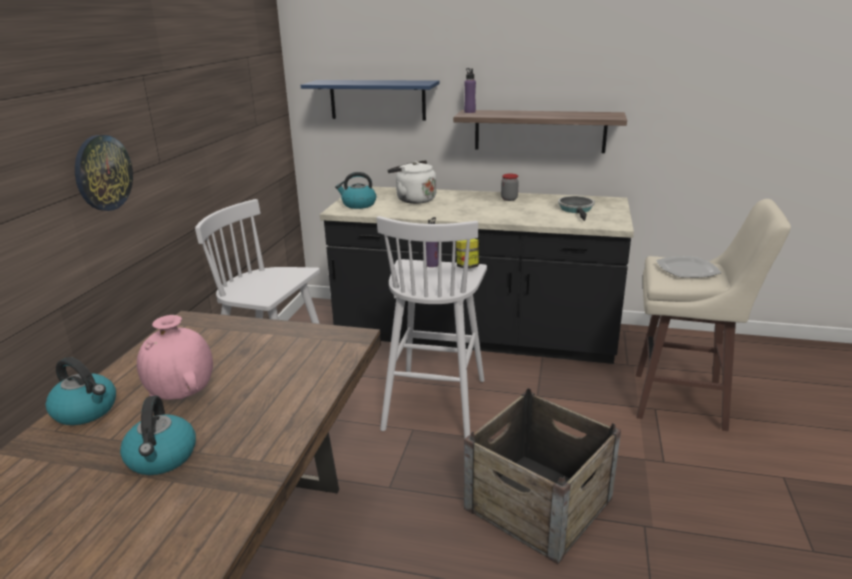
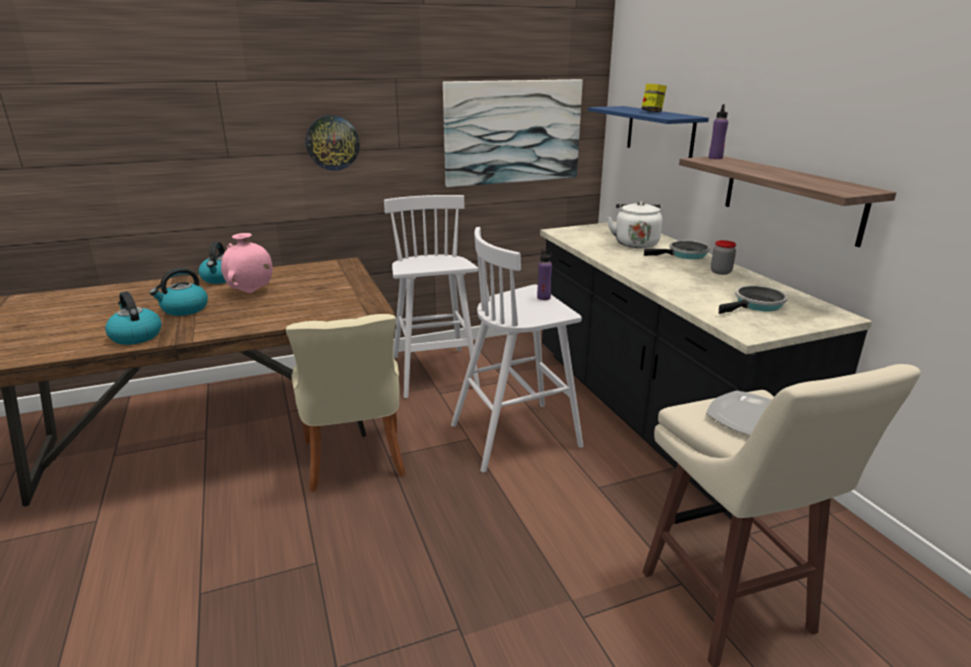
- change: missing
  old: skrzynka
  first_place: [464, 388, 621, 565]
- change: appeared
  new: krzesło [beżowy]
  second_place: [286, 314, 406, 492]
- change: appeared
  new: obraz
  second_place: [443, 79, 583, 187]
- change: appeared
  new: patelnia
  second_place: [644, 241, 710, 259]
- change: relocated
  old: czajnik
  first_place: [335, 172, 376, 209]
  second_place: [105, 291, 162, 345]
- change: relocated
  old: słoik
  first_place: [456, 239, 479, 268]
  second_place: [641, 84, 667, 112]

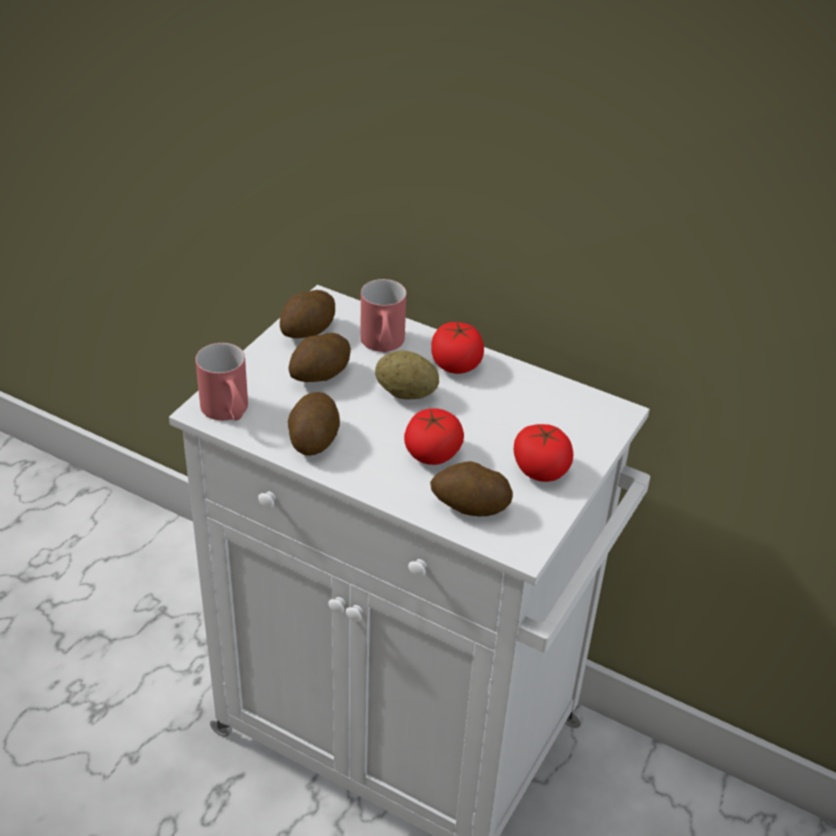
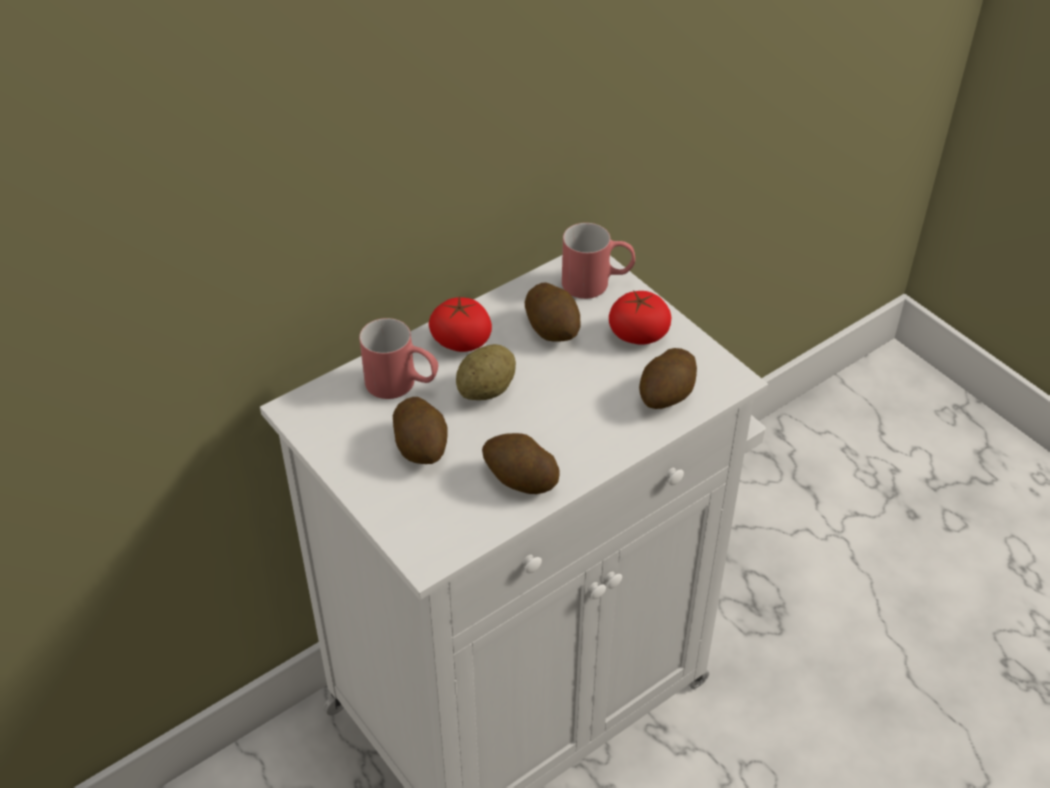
- change: missing
  old: pomidor
  first_place: [404, 408, 464, 465]
- change: relocated
  old: kubek [czerwony]
  first_place: [195, 343, 248, 421]
  second_place: [562, 223, 635, 299]
- change: relocated
  old: ziemniak
  first_place: [280, 290, 335, 338]
  second_place: [525, 283, 580, 342]

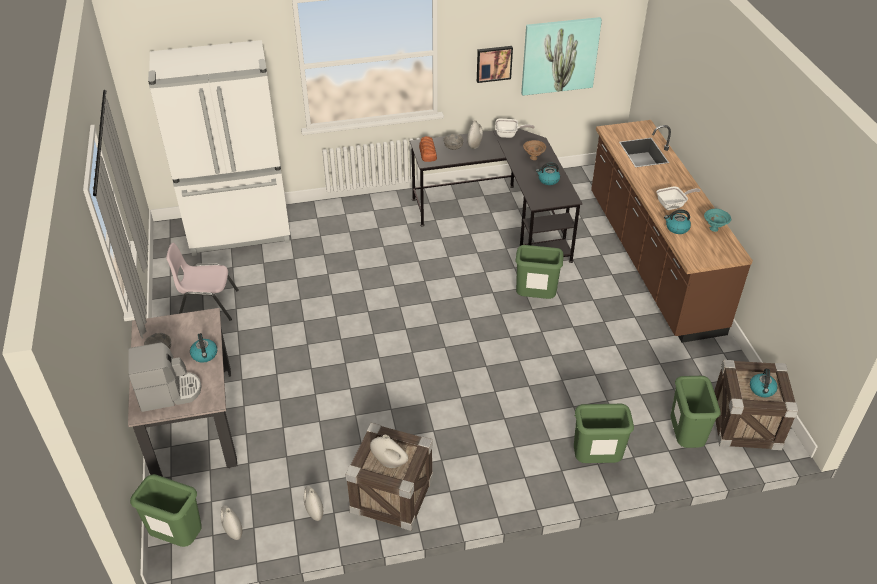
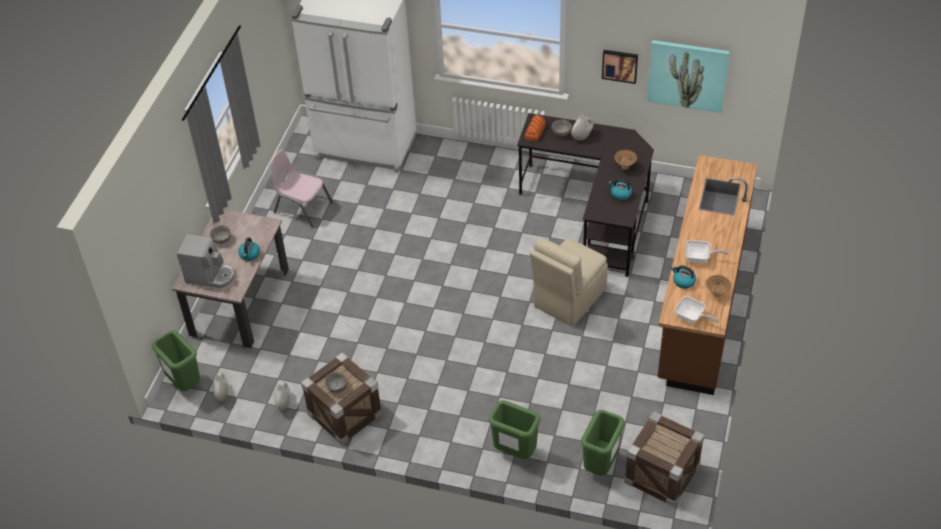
- change: missing
  old: czajnik
  first_place: [750, 369, 778, 397]
- change: relocated
  old: patelnia
  first_place: [495, 119, 535, 138]
  second_place: [675, 296, 720, 323]
- change: exchanged
  old: wazon [biały]
  new: miska [szary]
  first_place: [370, 435, 408, 468]
  second_place: [325, 372, 347, 393]
- change: exchanged
  old: kosz na śmieci [zielony]
  new: krzesło [beżowy]
  first_place: [515, 245, 564, 299]
  second_place: [530, 238, 608, 327]
- change: colour
  old: miska [turkusowy]
  new: miska [brązowy]
  first_place: [704, 209, 731, 232]
  second_place: [705, 275, 731, 297]

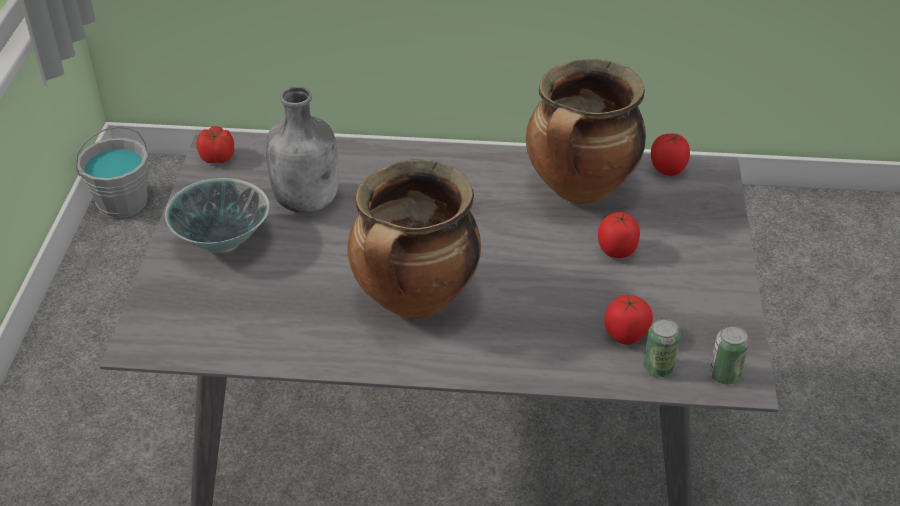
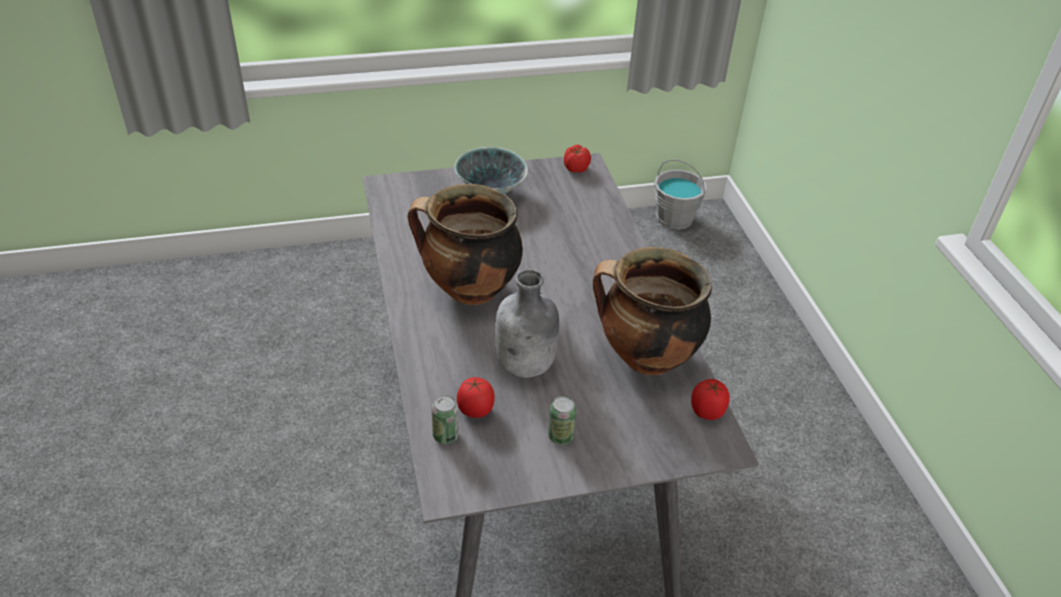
- change: missing
  old: pomidor
  first_place: [598, 212, 640, 258]
- change: relocated
  old: butelka [szary]
  first_place: [266, 87, 339, 213]
  second_place: [495, 269, 559, 378]
- change: relocated
  old: puszka
  first_place: [709, 325, 749, 385]
  second_place: [548, 396, 577, 445]

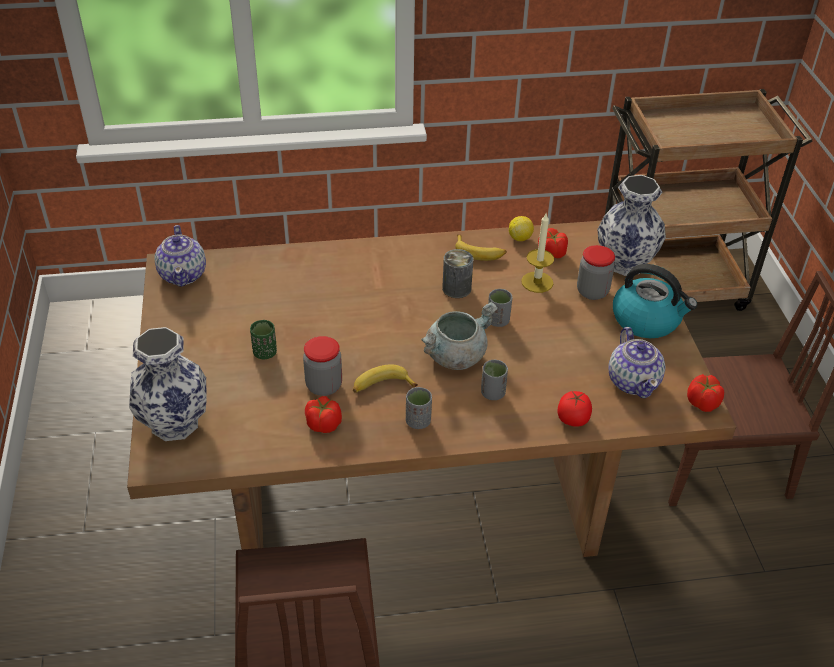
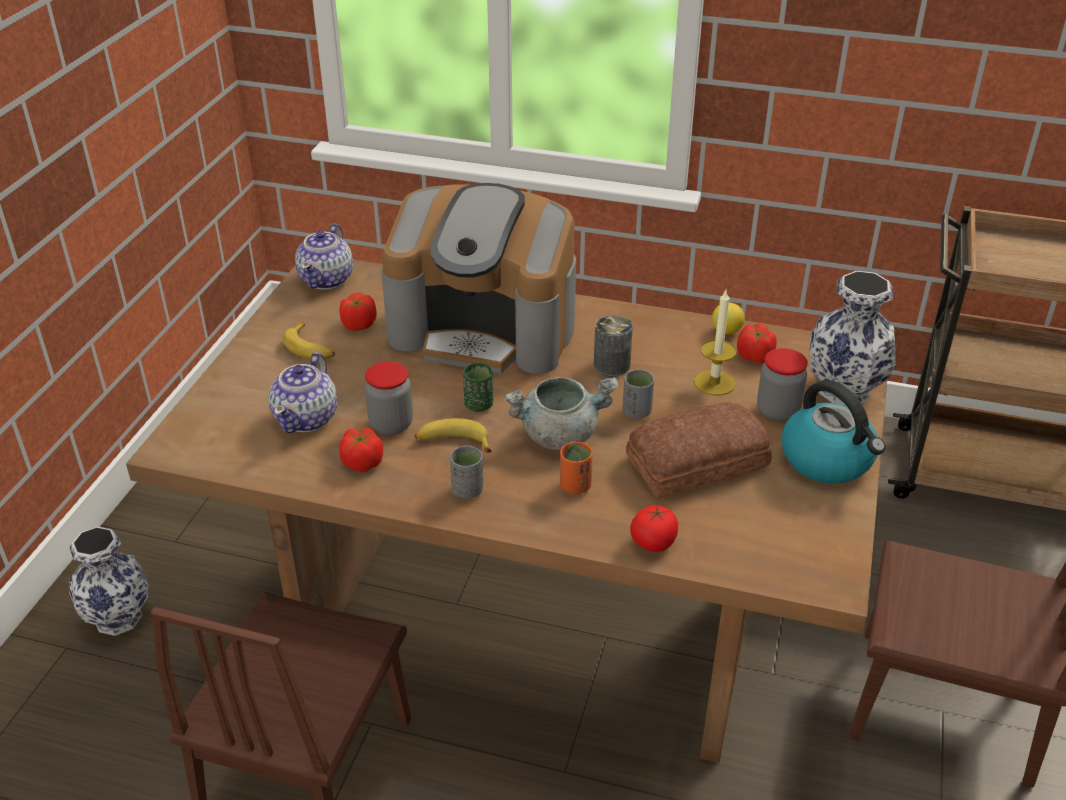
- change: appeared
  new: ekspres do kawy
  second_place: [381, 183, 576, 374]
- change: appeared
  new: chleb
  second_place: [626, 403, 772, 498]
- change: relocated
  old: wazon
  first_place: [129, 327, 207, 441]
  second_place: [69, 527, 149, 636]
- change: relocated
  old: filiżanka [zielony]
  first_place: [250, 320, 277, 360]
  second_place: [463, 363, 493, 412]
- change: relocated
  old: banan
  first_place: [455, 234, 507, 261]
  second_place: [283, 322, 335, 361]
- change: relocated
  old: imbryk
  first_place: [608, 327, 666, 398]
  second_place: [269, 352, 337, 433]
- change: relocated
  old: pomidor
  first_place: [687, 374, 724, 412]
  second_place: [339, 293, 377, 331]
- change: colour
  old: filiżanka [szary]
  new: filiżanka [pomarańczowy]
  first_place: [481, 360, 508, 400]
  second_place: [560, 442, 593, 494]

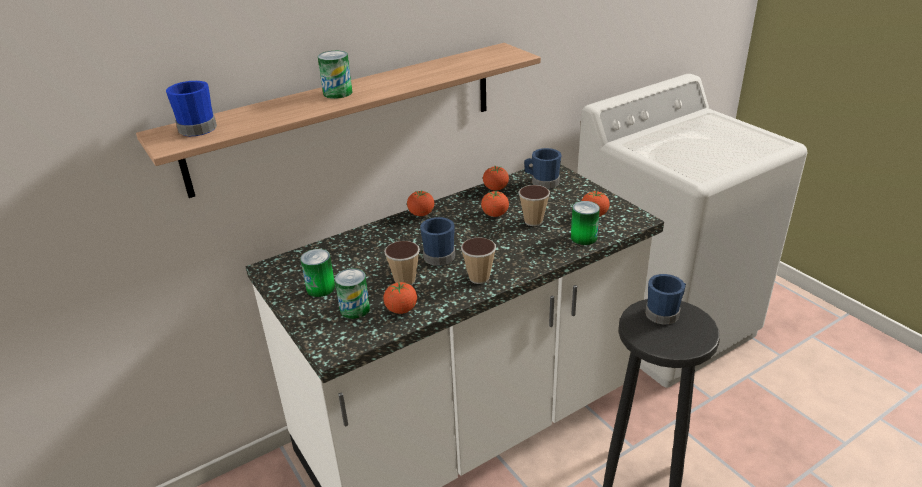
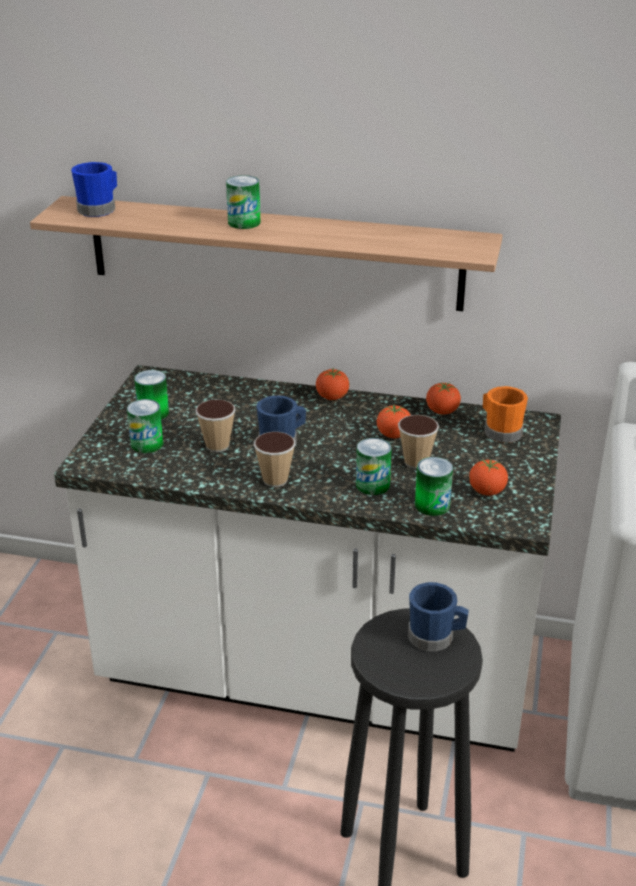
- change: missing
  old: pomidor
  first_place: [384, 282, 417, 314]
- change: appeared
  new: puszka
  second_place: [356, 438, 392, 495]
- change: colour
  old: kubek [niebieski]
  new: kubek [pomarańczowy]
  first_place: [524, 148, 561, 189]
  second_place: [483, 386, 528, 443]

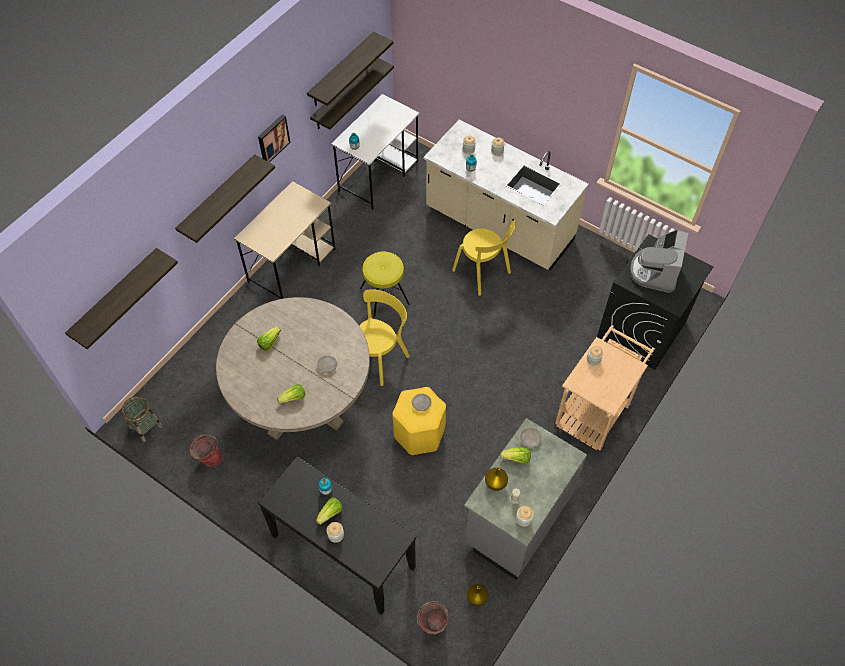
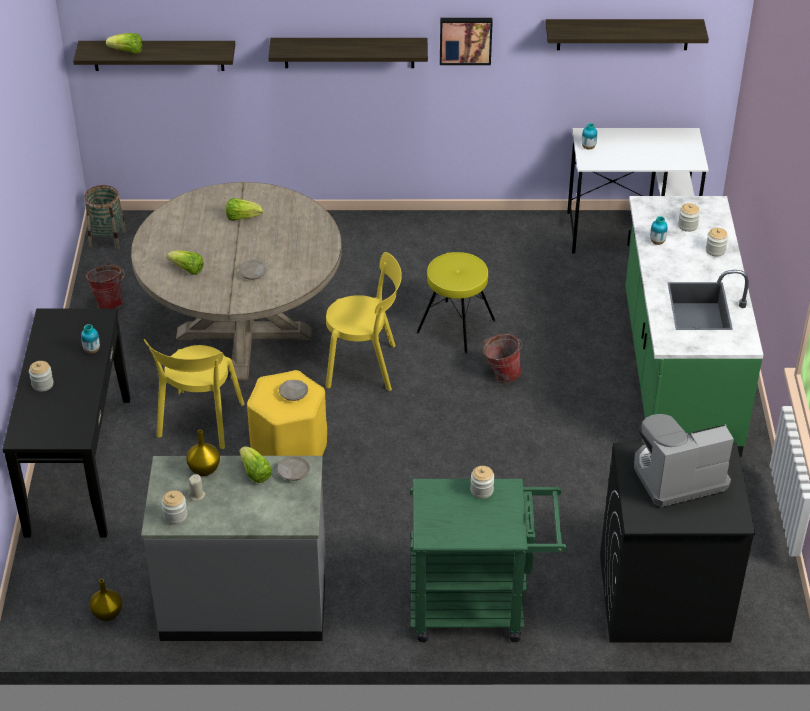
- change: missing
  old: biurko [beżowy]
  first_place: [234, 181, 335, 299]
- change: missing
  old: półka
  first_place: [310, 58, 394, 130]
- change: relocated
  old: sałata
  first_place: [316, 497, 343, 525]
  second_place: [106, 33, 143, 54]
- change: relocated
  old: wiadro
  first_place: [417, 601, 448, 634]
  second_place: [483, 334, 522, 383]
- change: relocated
  old: krzesło [żółty]
  first_place: [452, 220, 516, 296]
  second_place: [144, 339, 244, 449]
- change: colour
  old: zabudowa kuchenna [beżowy]
  new: zabudowa kuchenna [zielony]
  first_place: [424, 120, 589, 270]
  second_place: [625, 196, 763, 457]
- change: colour
  old: wózek [beżowy]
  new: wózek [zielony]
  first_place: [554, 325, 655, 452]
  second_place: [410, 479, 567, 642]

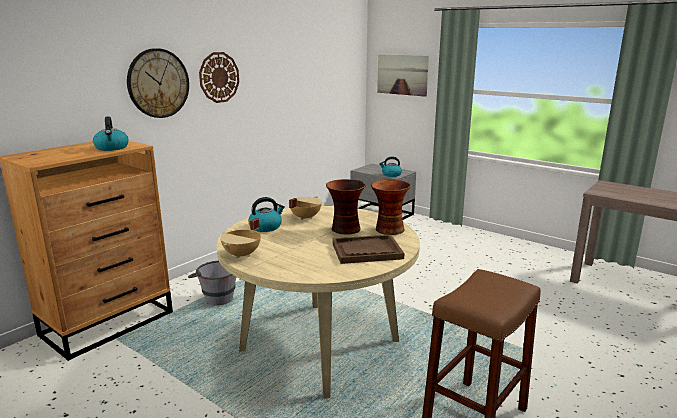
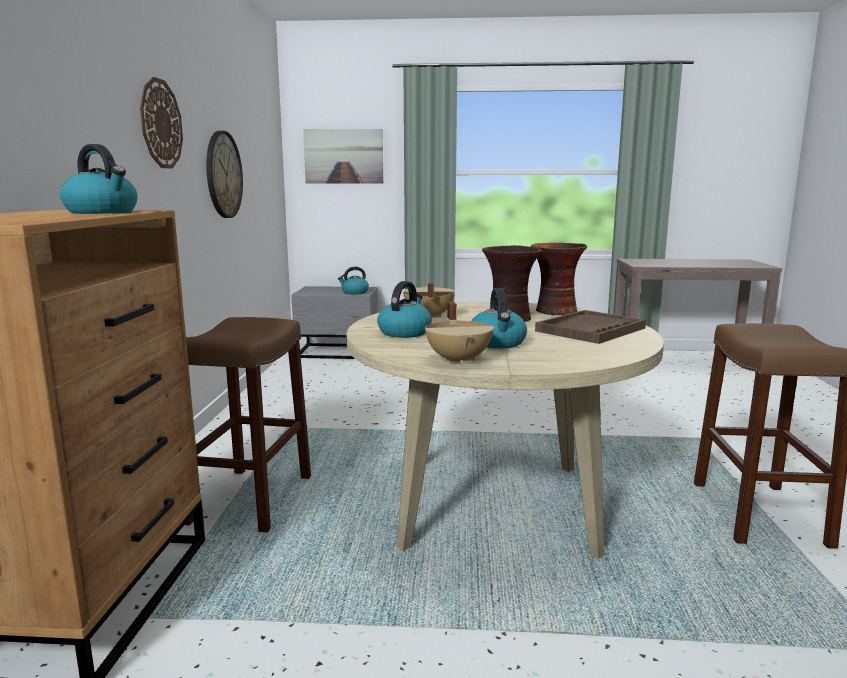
- change: appeared
  new: czajnik
  second_place: [471, 288, 527, 349]
- change: relocated
  old: zegar ścienny
  first_place: [127, 48, 189, 118]
  second_place: [206, 131, 243, 218]
- change: exchanged
  old: wiadro [szary]
  new: stołek [brązowy]
  first_place: [188, 261, 236, 306]
  second_place: [185, 317, 311, 532]

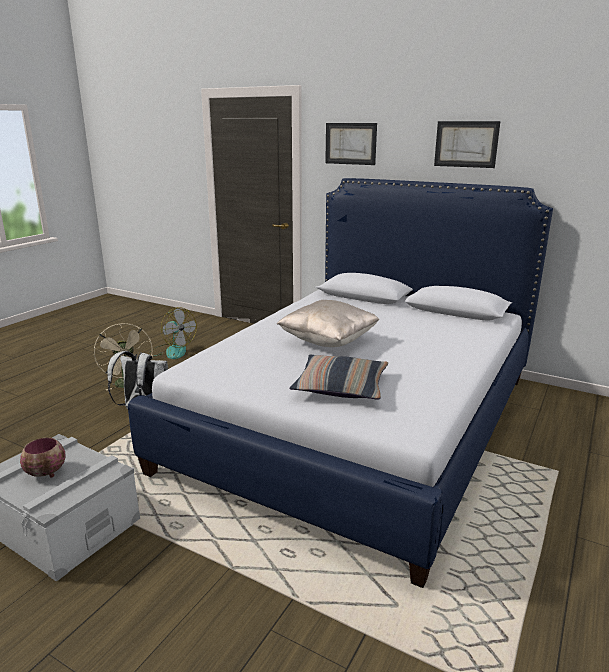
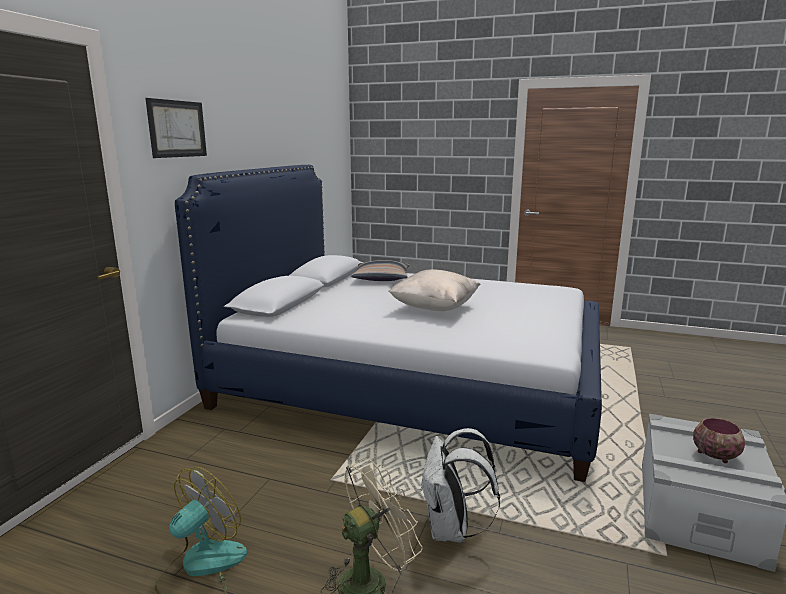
- change: missing
  old: obraz
  first_place: [434, 121, 501, 168]
- change: relocated
  old: poduszka
  first_place: [289, 355, 388, 400]
  second_place: [351, 260, 410, 281]

